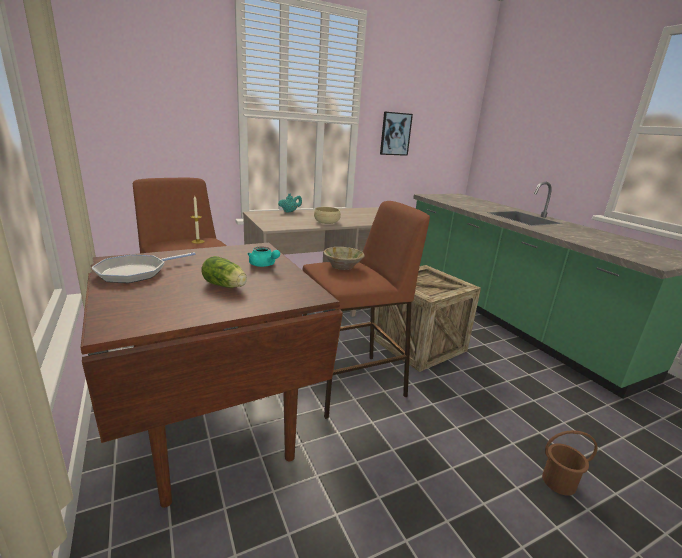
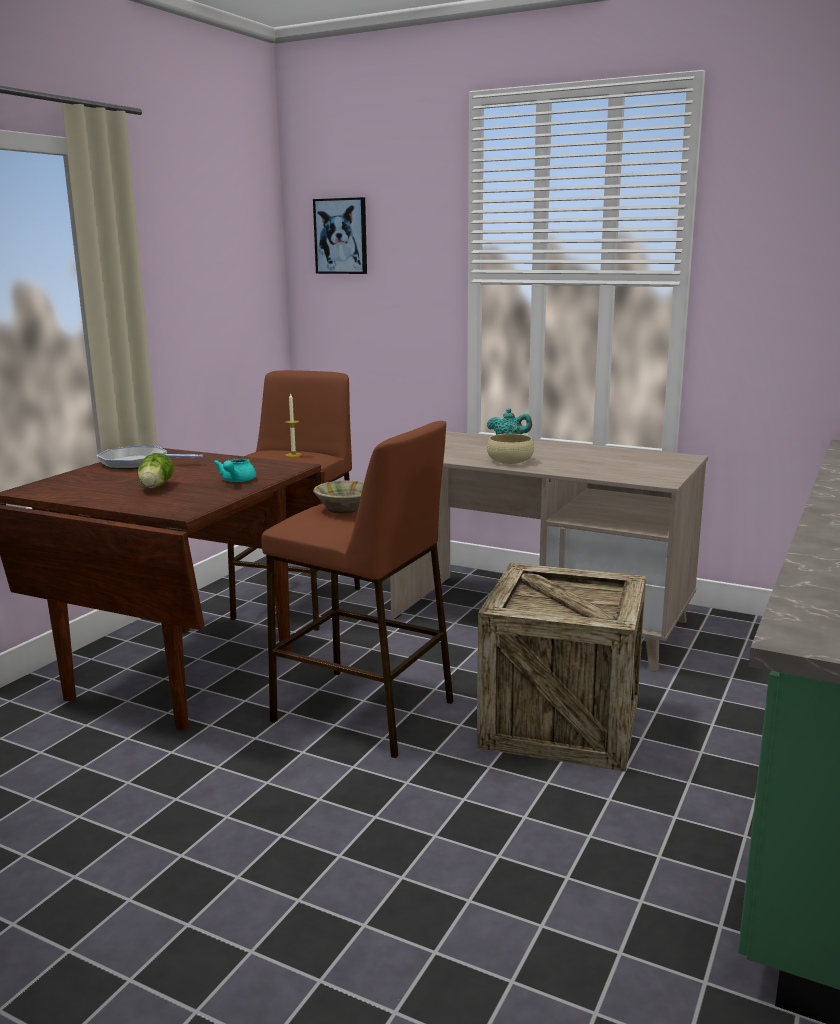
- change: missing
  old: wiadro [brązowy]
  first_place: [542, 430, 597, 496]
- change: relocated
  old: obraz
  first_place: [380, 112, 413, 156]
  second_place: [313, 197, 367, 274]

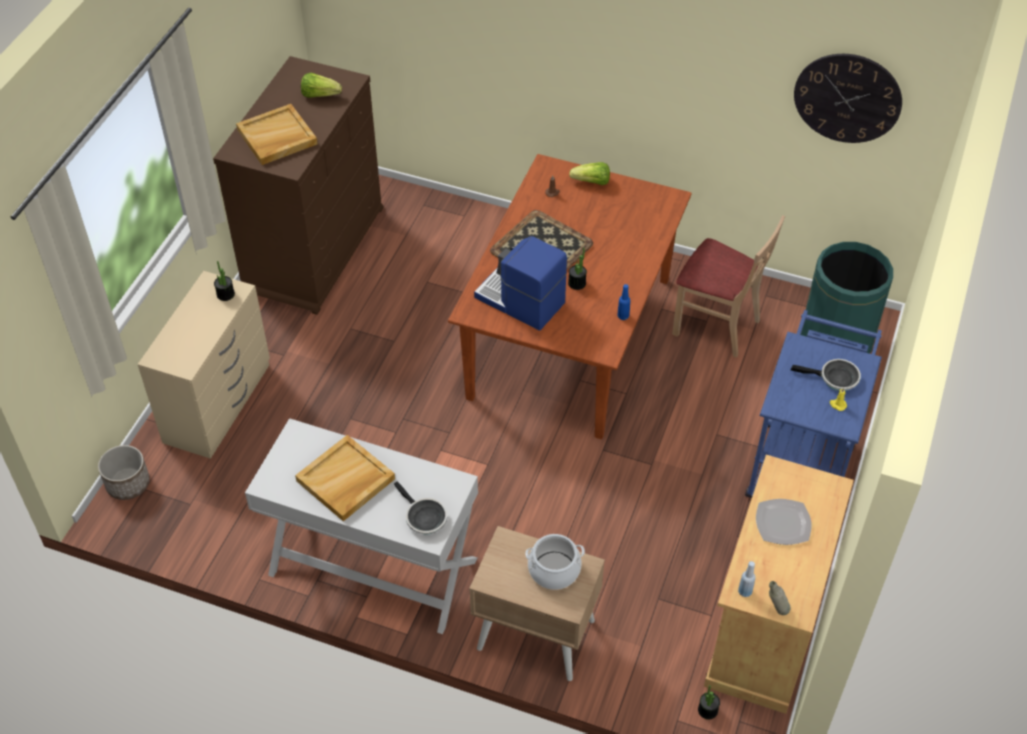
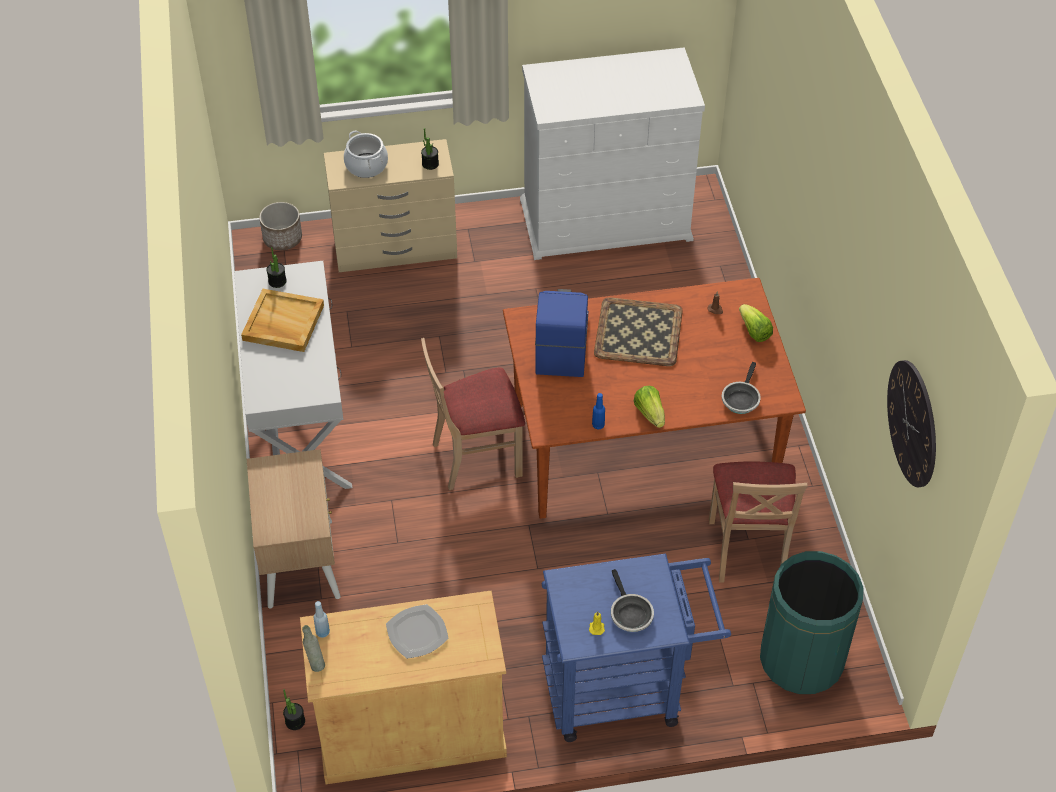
- change: missing
  old: taca [beżowy]
  first_place: [236, 104, 318, 165]
- change: appeared
  new: krzesło [beżowy]
  second_place: [421, 338, 525, 490]
- change: relocated
  old: sałata
  first_place: [301, 73, 342, 98]
  second_place: [633, 386, 665, 428]
- change: relocated
  old: patelnia
  first_place: [394, 482, 447, 534]
  second_place: [722, 362, 761, 414]
- change: relocated
  old: garnek
  first_place: [525, 534, 585, 590]
  second_place: [344, 130, 388, 178]
- change: relocated
  old: roślina doniczkowa
  first_place: [568, 247, 587, 290]
  second_place: [266, 247, 287, 288]
- change: colour
  old: komoda [brązowy]
  new: komoda [biały]
  first_place: [213, 56, 384, 315]
  second_place: [520, 47, 705, 260]

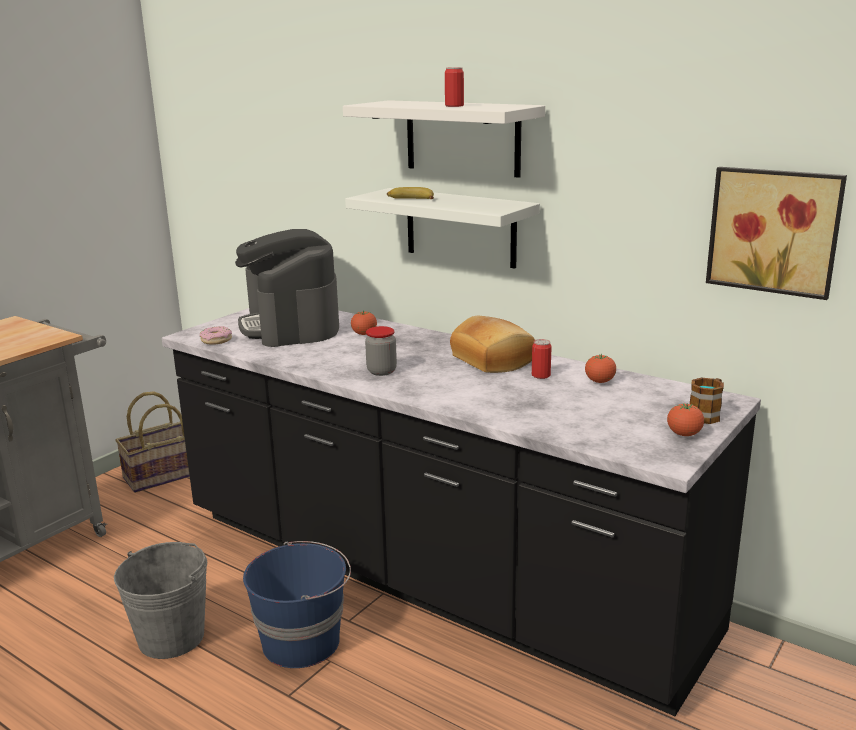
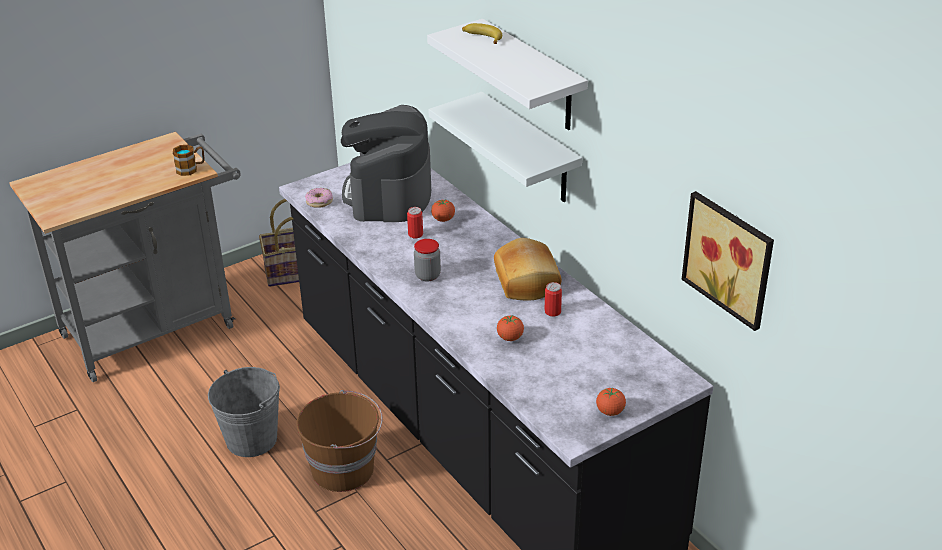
- change: relocated
  old: banan
  first_place: [387, 187, 434, 199]
  second_place: [462, 23, 502, 44]
- change: relocated
  old: puszka
  first_place: [445, 67, 464, 107]
  second_place: [407, 207, 423, 238]
- change: relocated
  old: pomidor
  first_place: [585, 354, 616, 383]
  second_place: [497, 315, 524, 341]
- change: relocated
  old: kubek
  first_place: [690, 377, 724, 424]
  second_place: [173, 145, 205, 176]
- change: colour
  old: wiadro [niebieski]
  new: wiadro [brązowy]
  first_place: [243, 541, 351, 668]
  second_place: [296, 390, 383, 492]

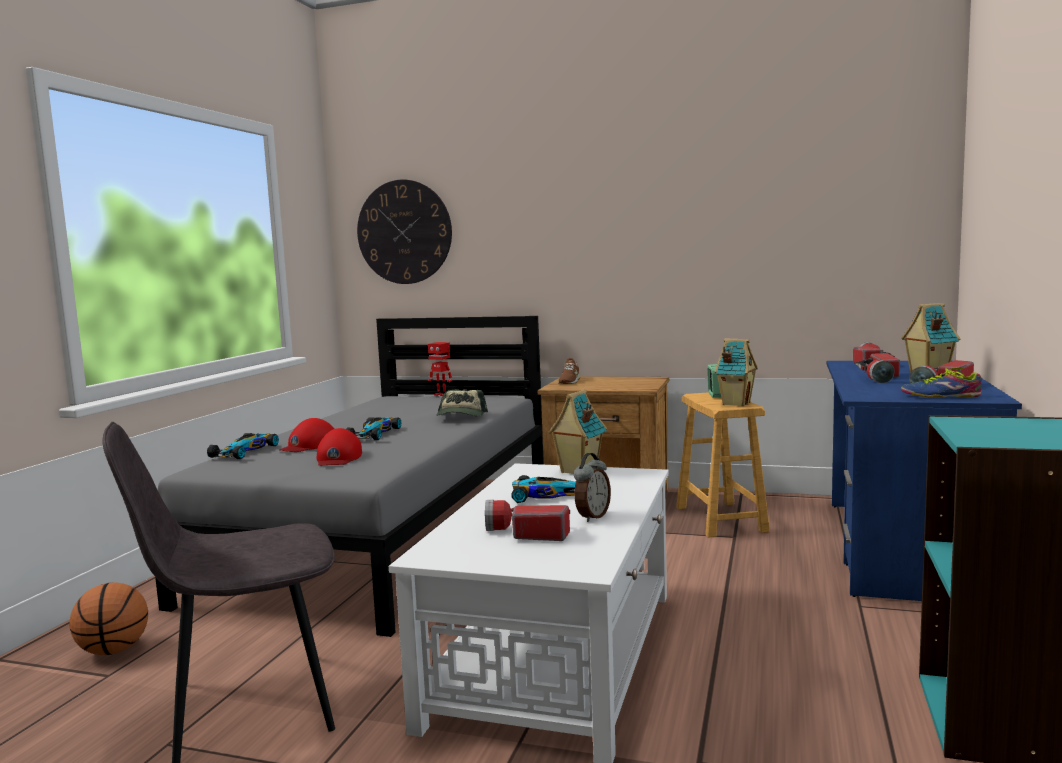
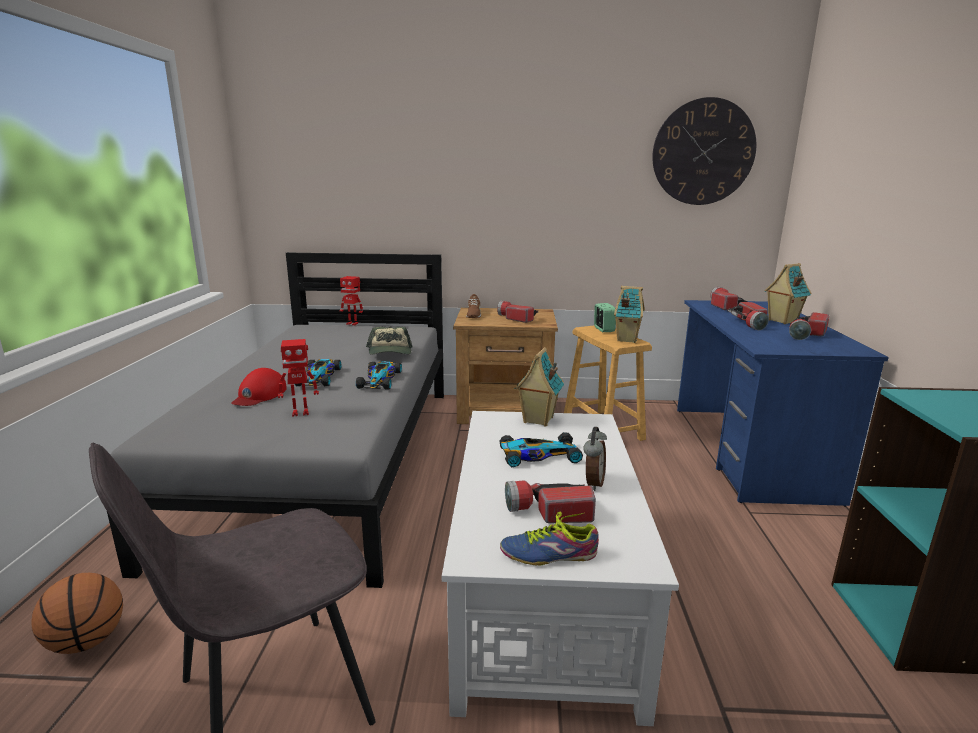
- change: appeared
  new: latarka
  second_place: [497, 301, 538, 323]
- change: relocated
  old: samochodzik
  first_place: [207, 433, 279, 459]
  second_place: [356, 361, 402, 390]
- change: relocated
  old: zegar ścienny
  first_place: [357, 179, 452, 284]
  second_place: [652, 97, 757, 205]
- change: relocated
  old: but
  first_place: [901, 367, 982, 398]
  second_place: [500, 512, 599, 565]
- change: exchanged
  old: czapka z daszkiem [czerwony]
  new: robot zabawkowy
  first_place: [317, 428, 362, 466]
  second_place: [278, 339, 319, 417]

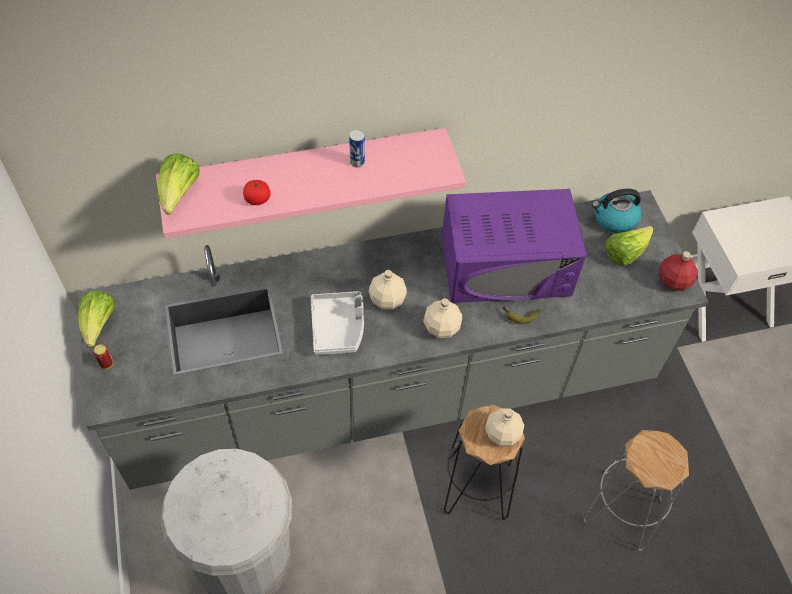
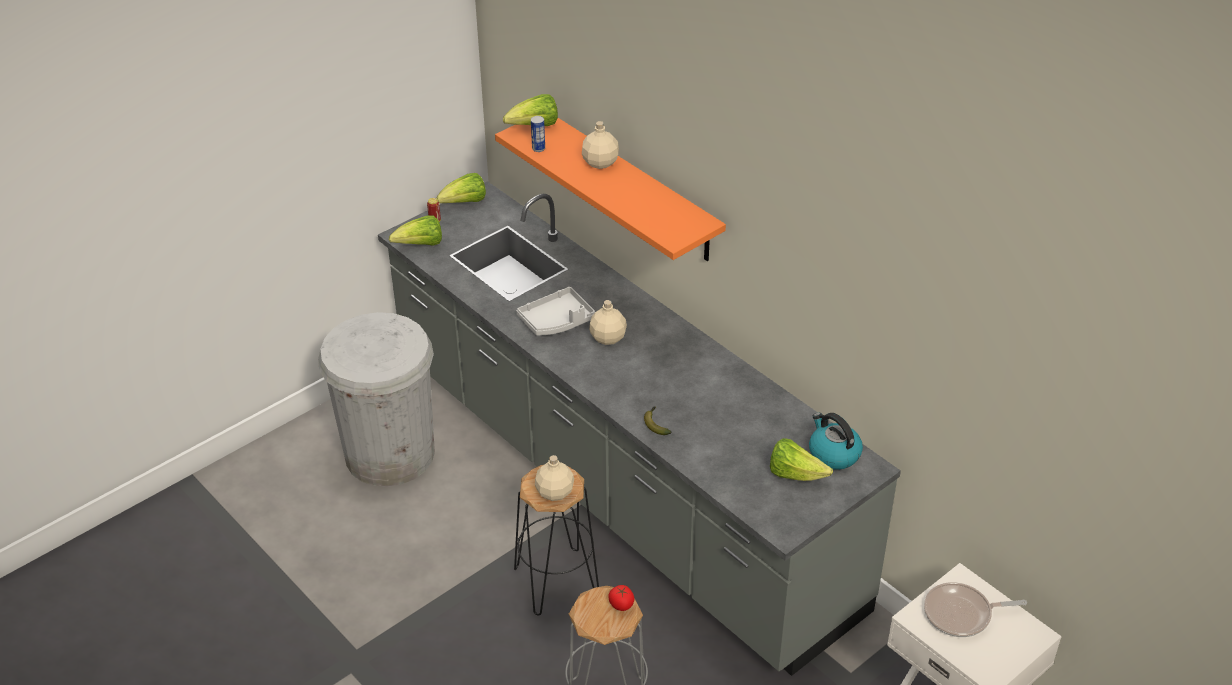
- change: missing
  old: mikrofalówka [fioletowy]
  first_place: [442, 189, 587, 303]
- change: missing
  old: butelka [czerwony]
  first_place: [659, 251, 698, 291]
- change: appeared
  new: sałata
  second_place: [389, 216, 442, 246]
- change: appeared
  new: patelnia
  second_place: [924, 582, 1027, 637]
- change: relocated
  old: pomidor
  first_place: [243, 180, 271, 205]
  second_place: [608, 585, 634, 611]
- change: relocated
  old: puszka
  first_place: [349, 130, 365, 167]
  second_place: [531, 116, 545, 152]
- change: relocated
  old: butelka [beżowy]
  first_place: [423, 298, 462, 338]
  second_place: [582, 121, 619, 169]
- change: colour
  old: półka [różowy]
  new: półka [pomarańczowy]
  first_place: [156, 128, 466, 239]
  second_place: [495, 118, 726, 261]

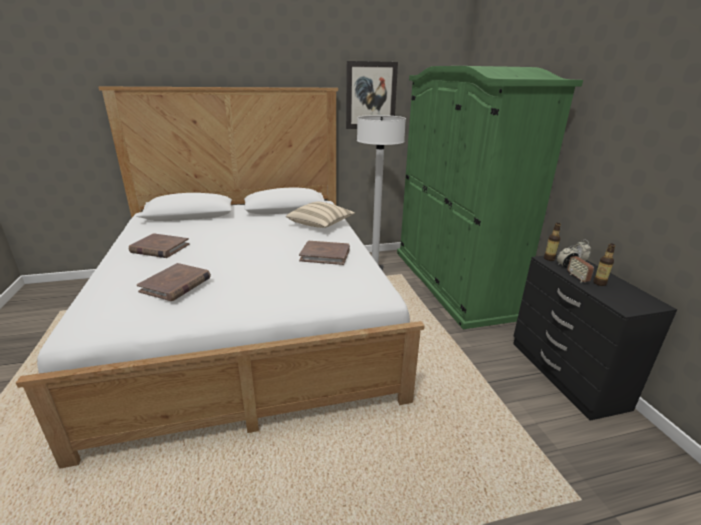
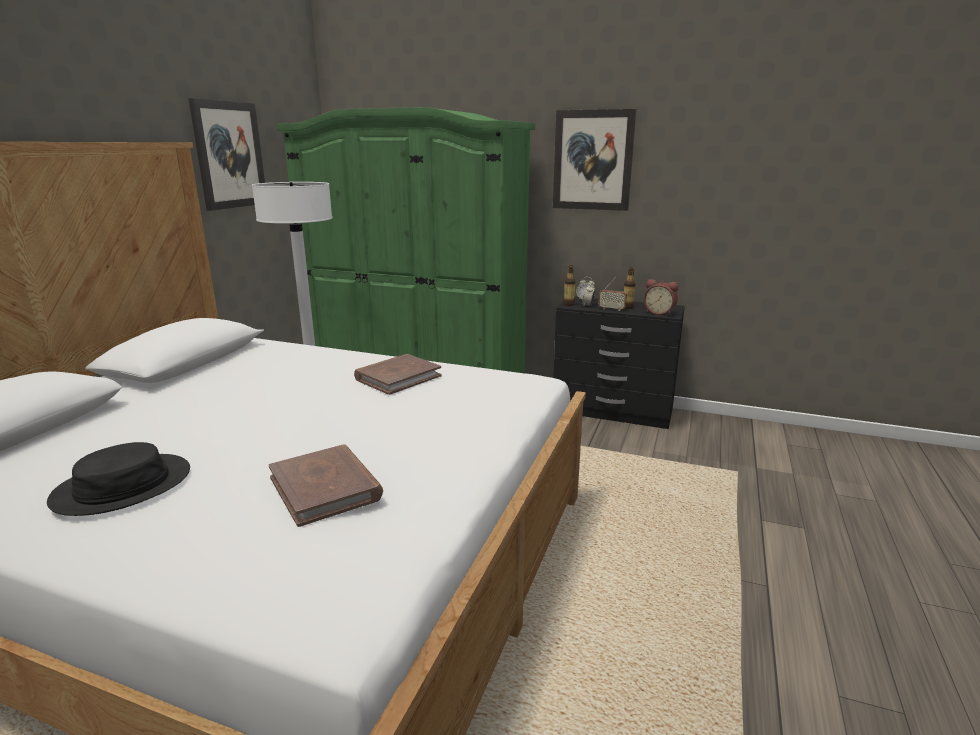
- change: missing
  old: poduszka [beżowy]
  first_place: [286, 202, 355, 228]
- change: appeared
  new: obraz
  second_place: [553, 109, 636, 211]
- change: appeared
  new: budzik
  second_place: [644, 279, 678, 315]
- change: exchanged
  old: książka [brązowy]
  new: kapelusz [czarny]
  first_place: [129, 233, 190, 258]
  second_place: [47, 442, 190, 516]

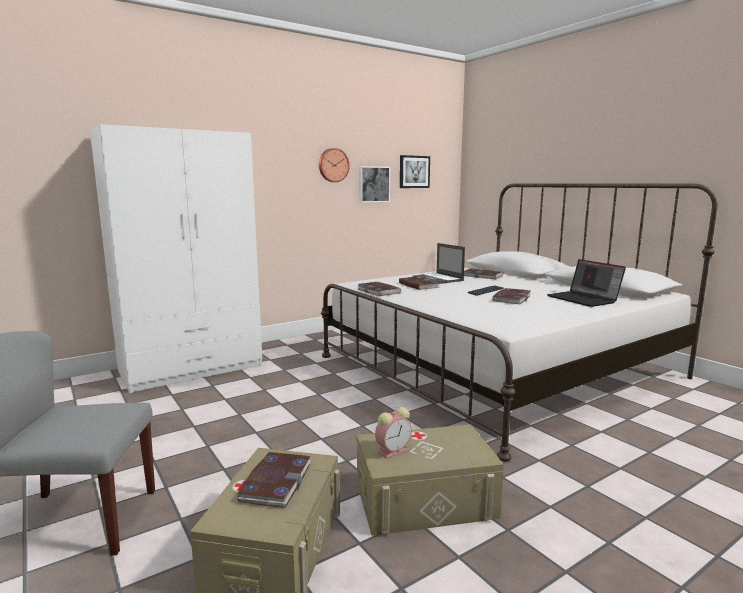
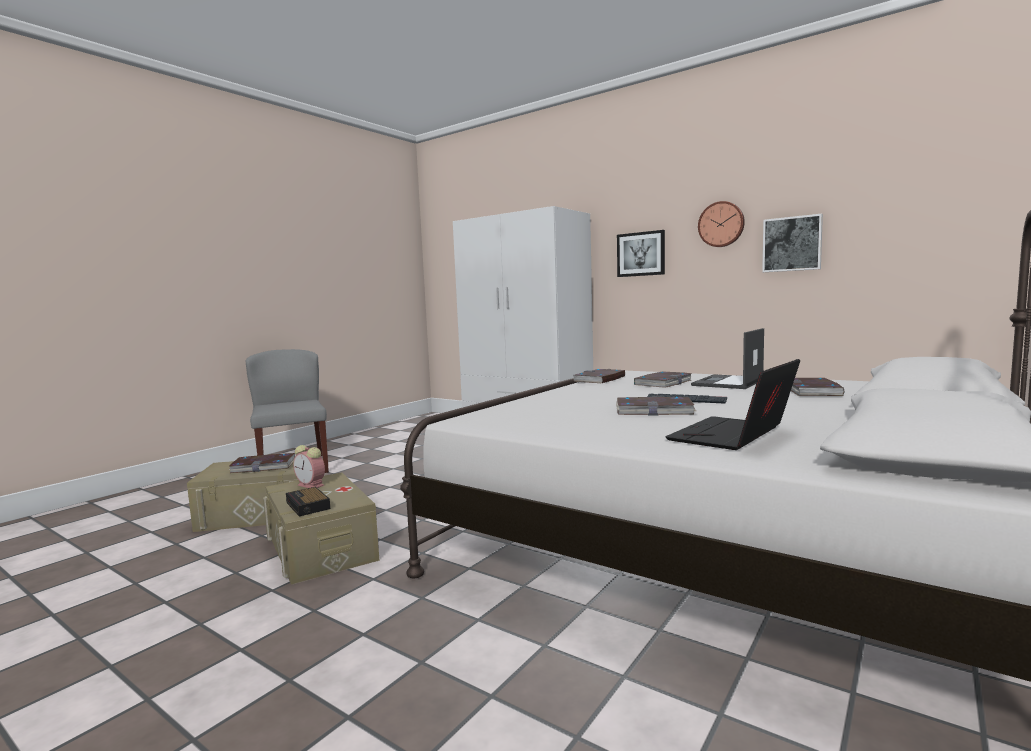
- change: appeared
  new: budzik
  second_place: [286, 487, 330, 517]
- change: relocated
  old: obraz
  first_place: [400, 155, 430, 188]
  second_place: [617, 230, 665, 277]

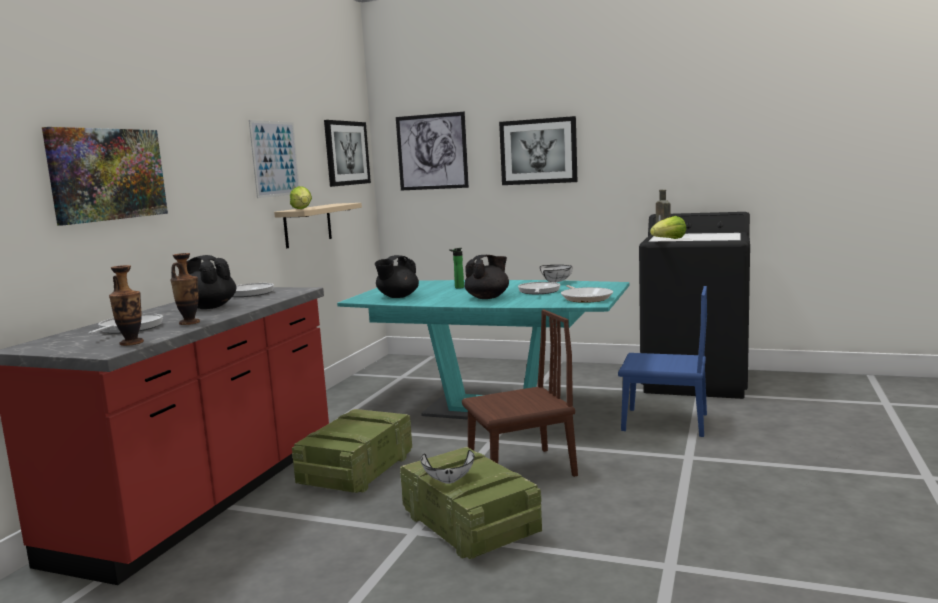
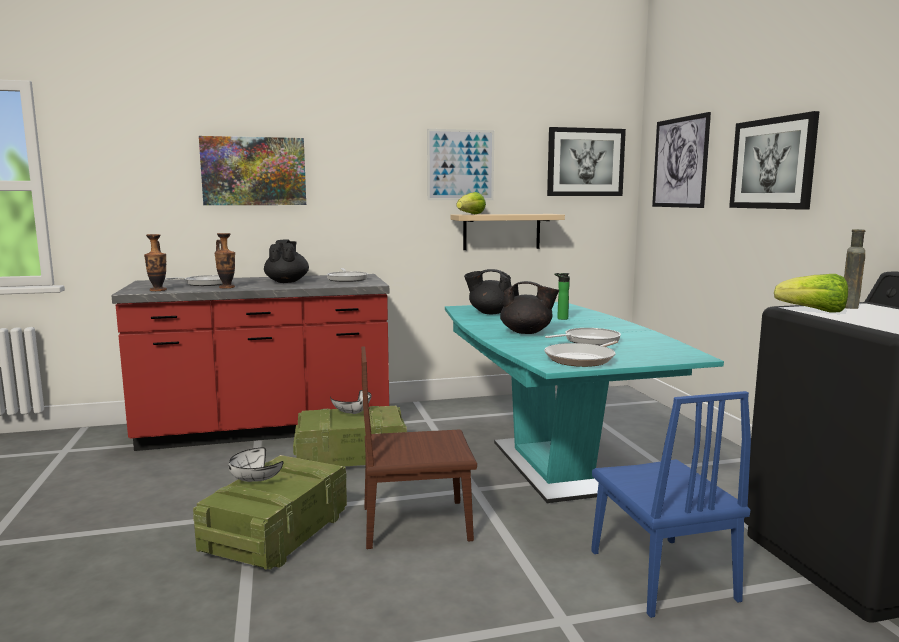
- change: relocated
  old: miska [biały]
  first_place: [540, 265, 573, 282]
  second_place: [330, 390, 372, 414]
- change: spun
  old: krzesło [brązowy]
  first_place: [462, 310, 578, 477]
  second_place: [361, 346, 477, 549]
  degrees: 135

